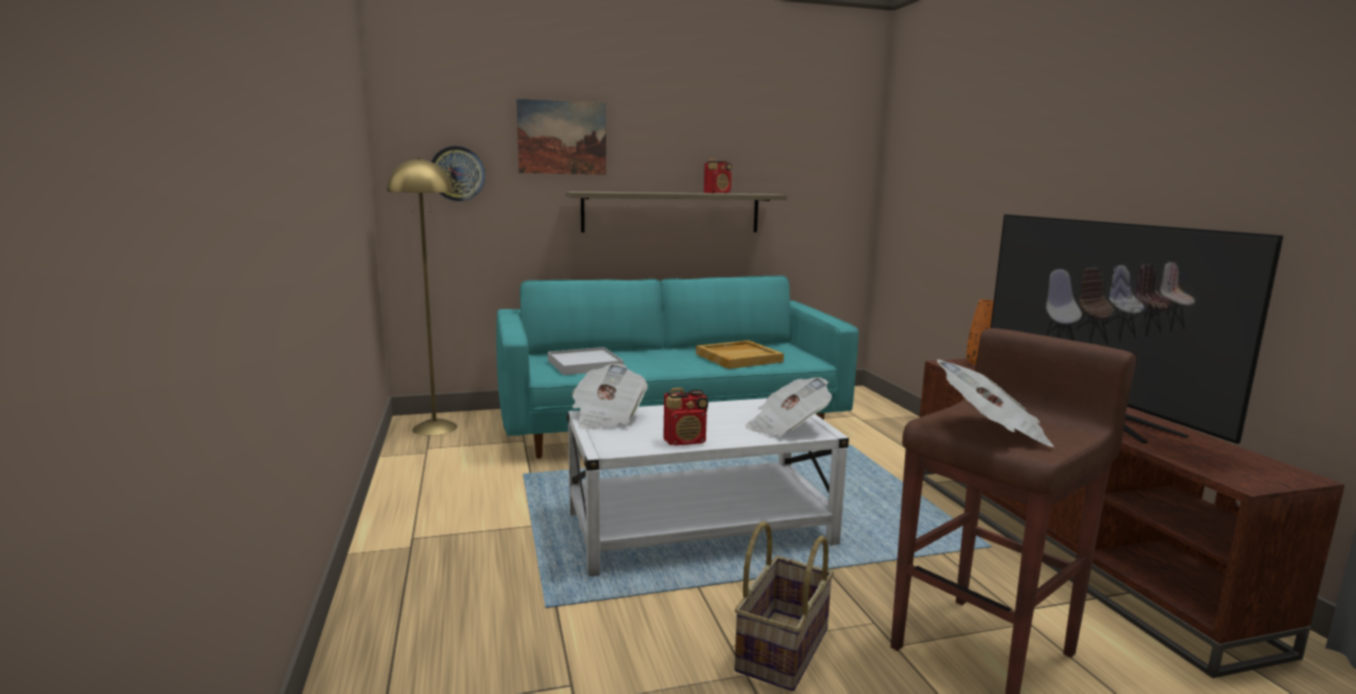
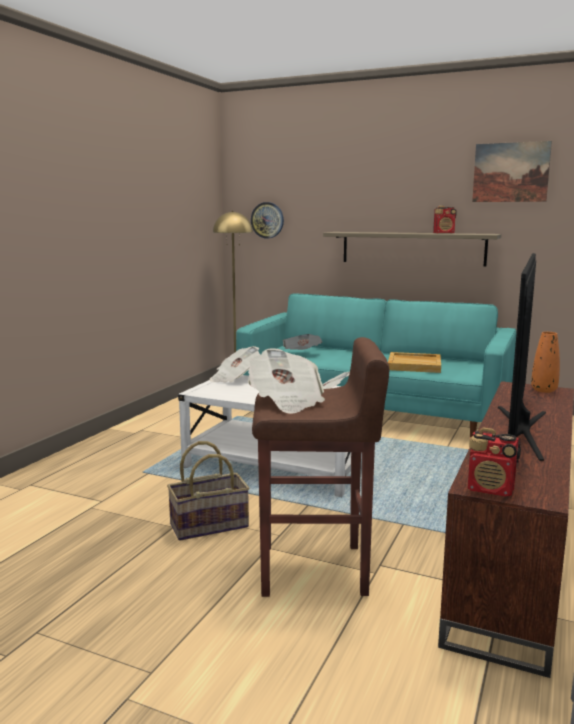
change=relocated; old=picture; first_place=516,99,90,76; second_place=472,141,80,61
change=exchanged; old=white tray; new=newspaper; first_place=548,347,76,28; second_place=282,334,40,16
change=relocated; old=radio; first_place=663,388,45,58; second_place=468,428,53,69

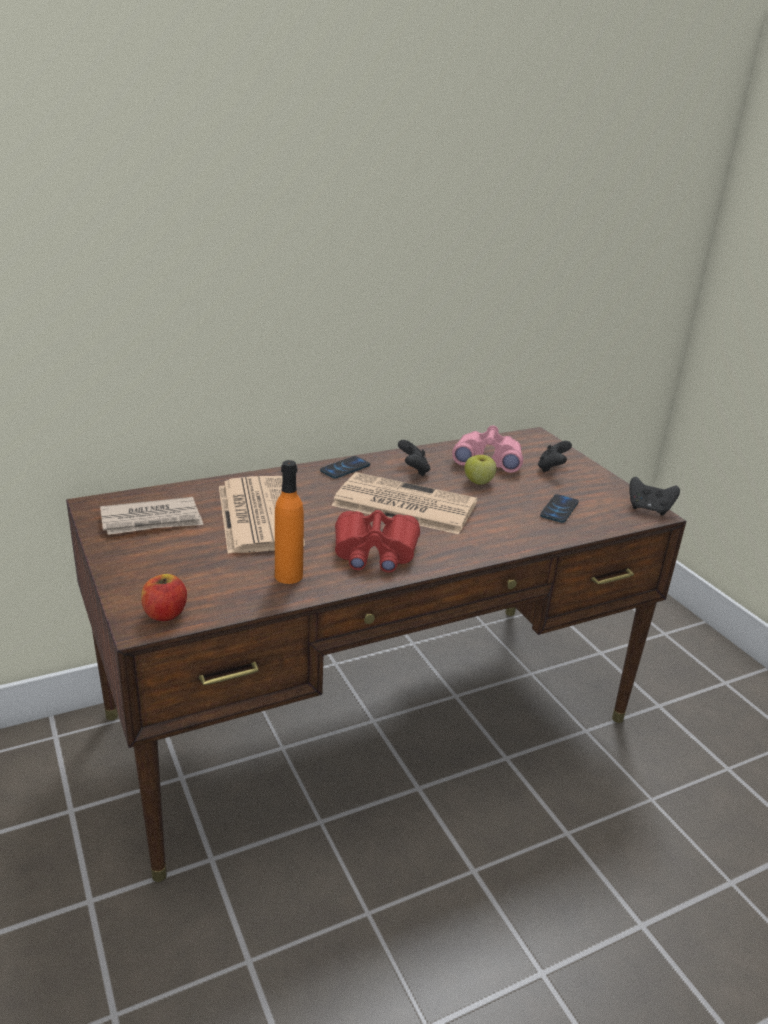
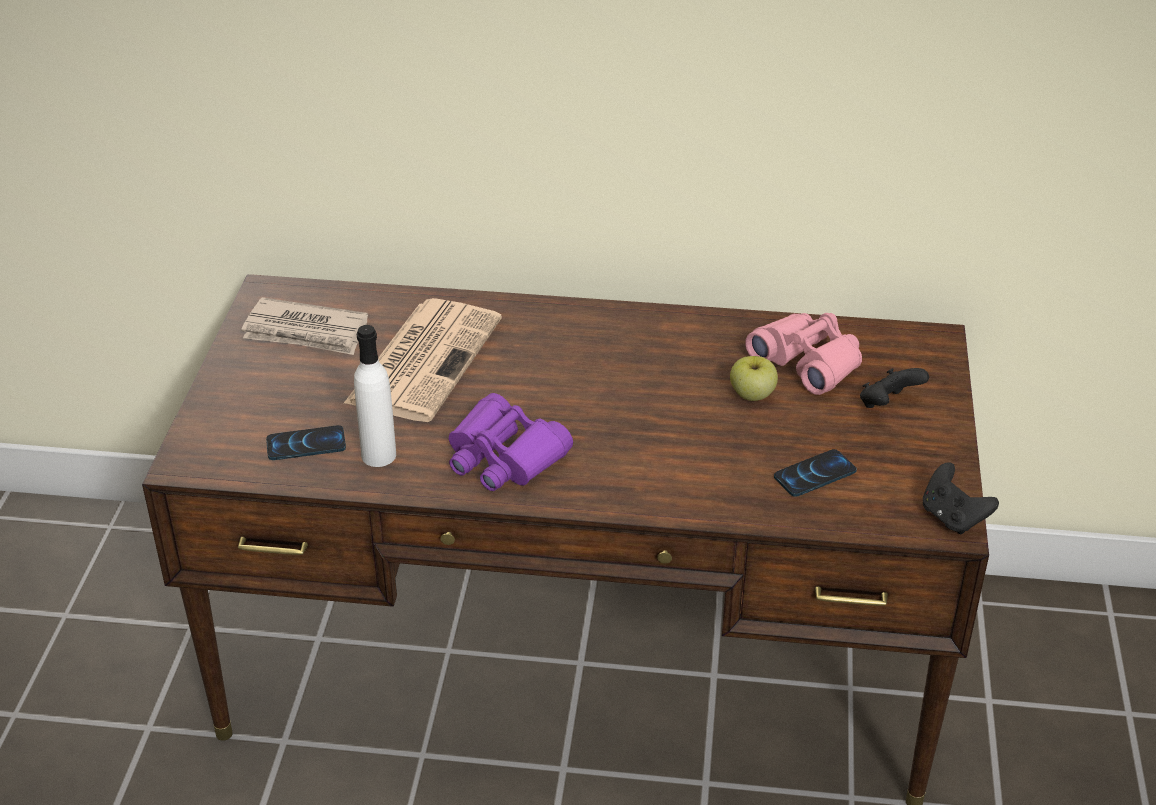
change=missing; old=apple; first_place=141,574,46,47
change=colour; old=orange bottle; new=white bottle; first_place=275,460,29,124; second_place=354,325,42,142
change=relocated; old=phone; first_place=320,456,50,23; second_place=266,425,80,35
change=missing; old=newspaper; first_place=331,472,146,62
change=colour; old=red binoculars; new=purple binoculars; first_place=335,510,85,63; second_place=449,393,124,98
change=missing; old=black game controller; first_place=398,440,32,36

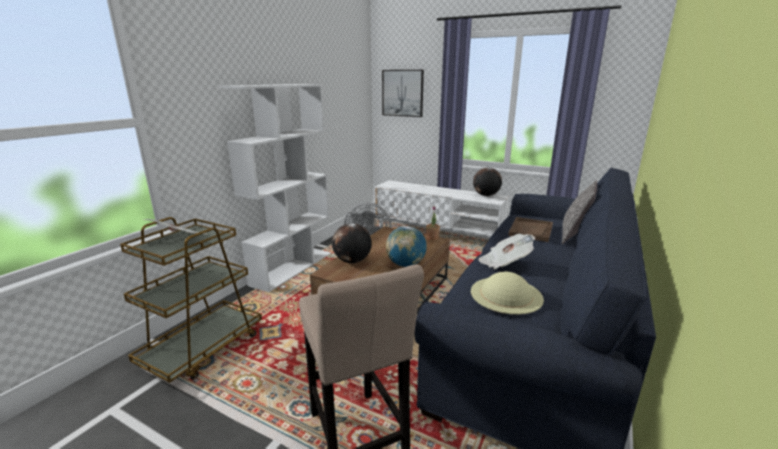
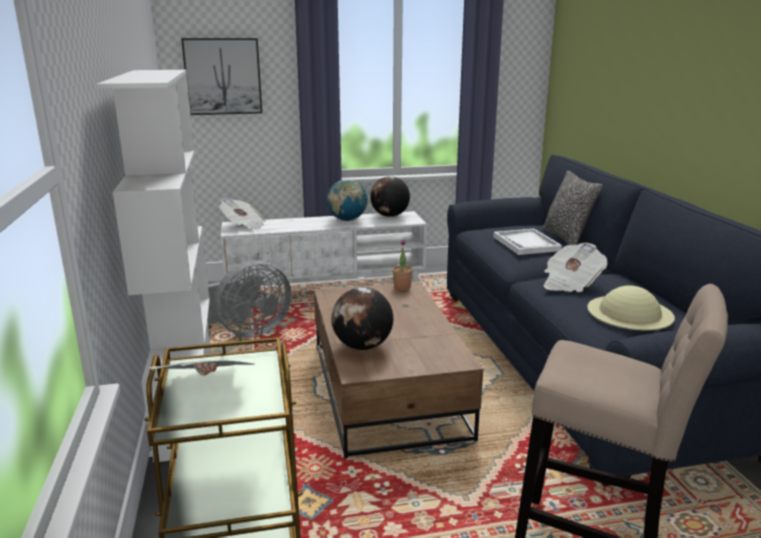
change=relocated; old=globe; first_place=386,226,41,41; second_place=327,179,41,42
change=colour; old=brown tray; new=white tray; first_place=508,217,45,25; second_place=493,229,69,26
change=appeared; new=newspaper; second_place=219,198,47,32

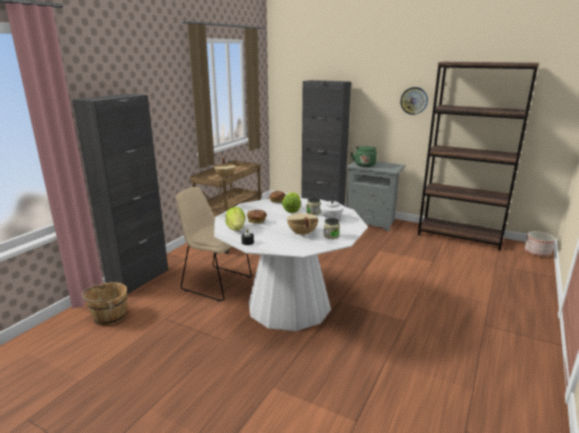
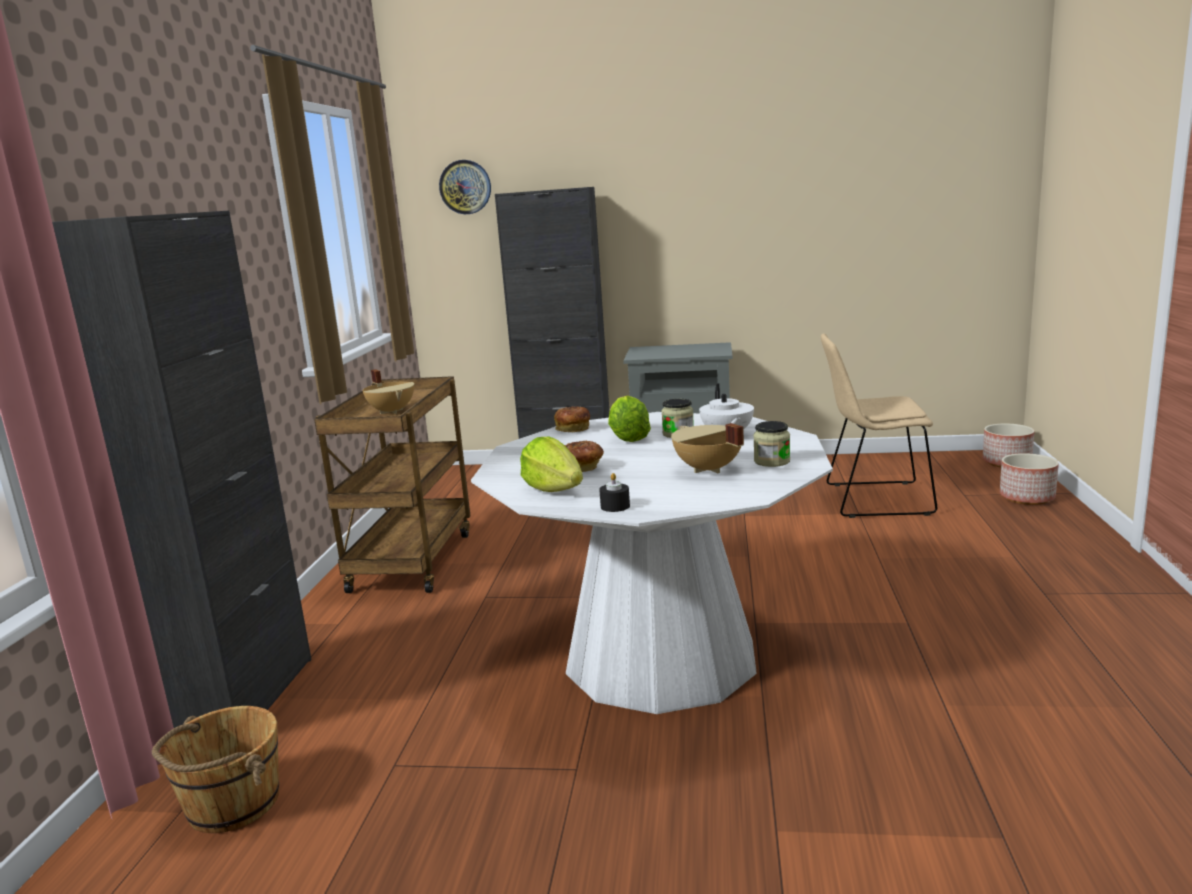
change=relocated; old=beige chair; first_place=175,187,77,115; second_place=821,333,117,185
change=missing; old=green kettle; first_place=351,145,26,22
change=relocated; old=wall clock; first_place=400,87,28,28; second_place=439,160,52,54
change=missing; old=brown bookcase; first_place=418,62,121,189
change=appeared; new=planter; second_place=1000,453,59,52

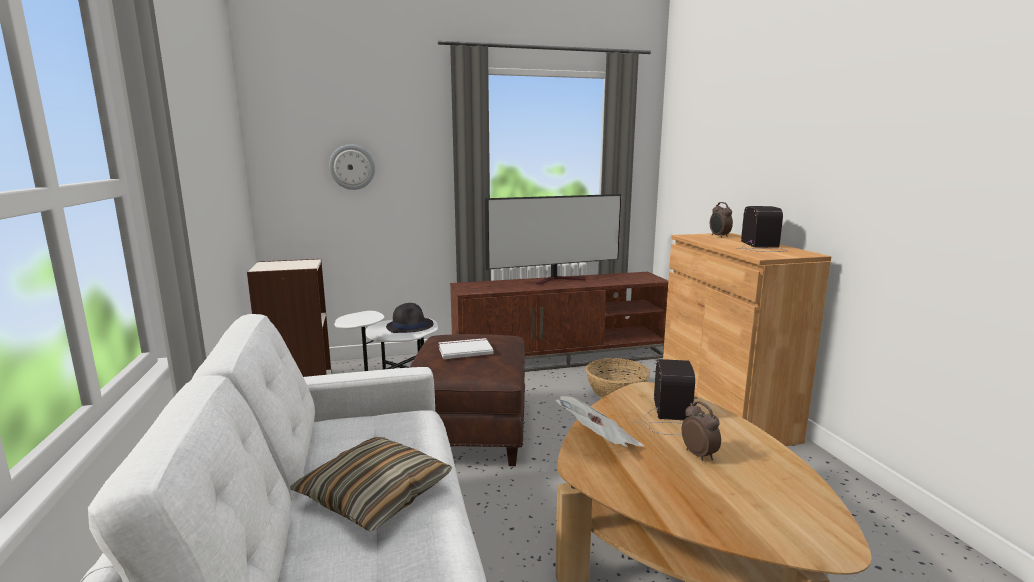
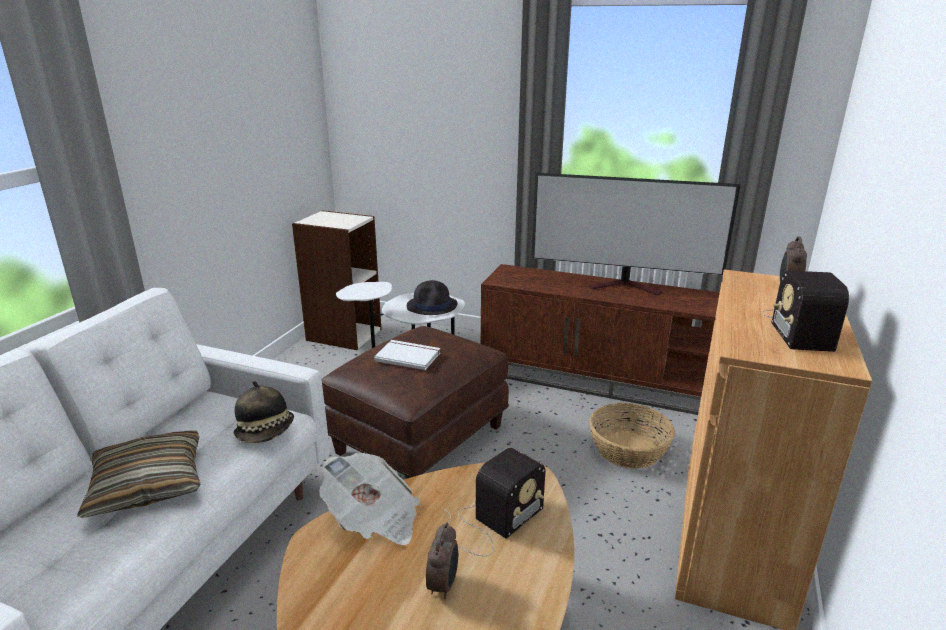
change=missing; old=wall clock; first_place=329,144,46,46
change=spun; old=radio; first_place=736,206,52,46; second_place=762,271,87,81; degrees=150
change=appeared; new=hat; second_place=233,381,61,62

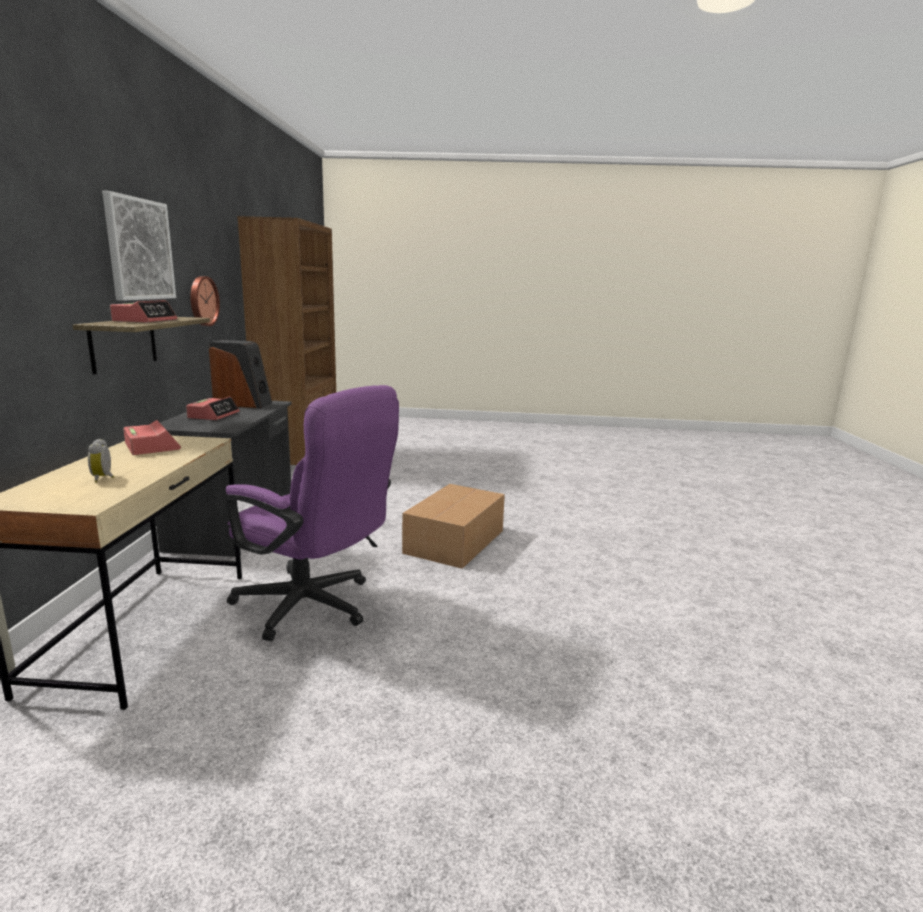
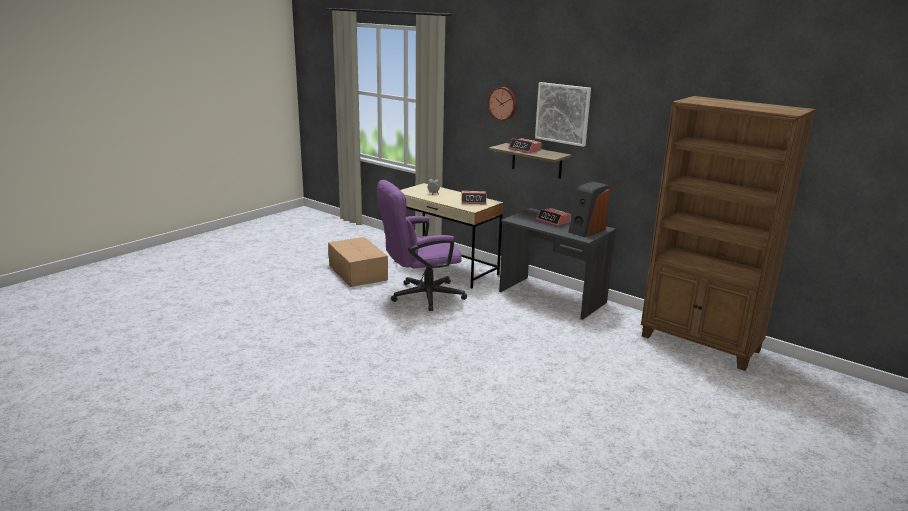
change=relocated; old=wall clock; first_place=190,276,30,50; second_place=488,87,29,34
change=relocated; old=cardboard box; first_place=402,484,103,85; second_place=328,237,60,50

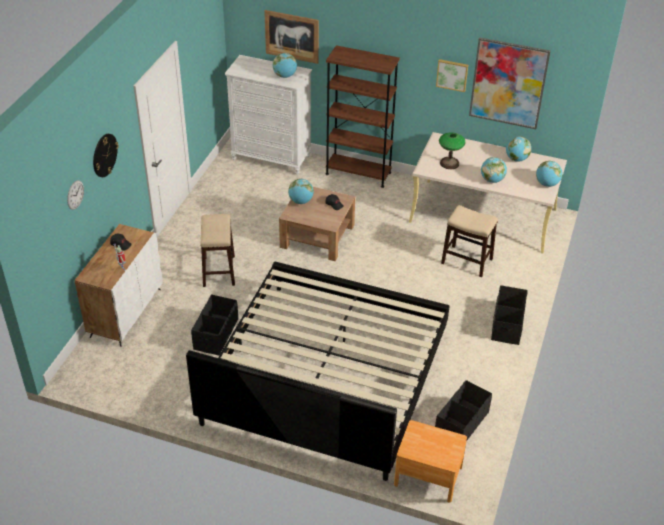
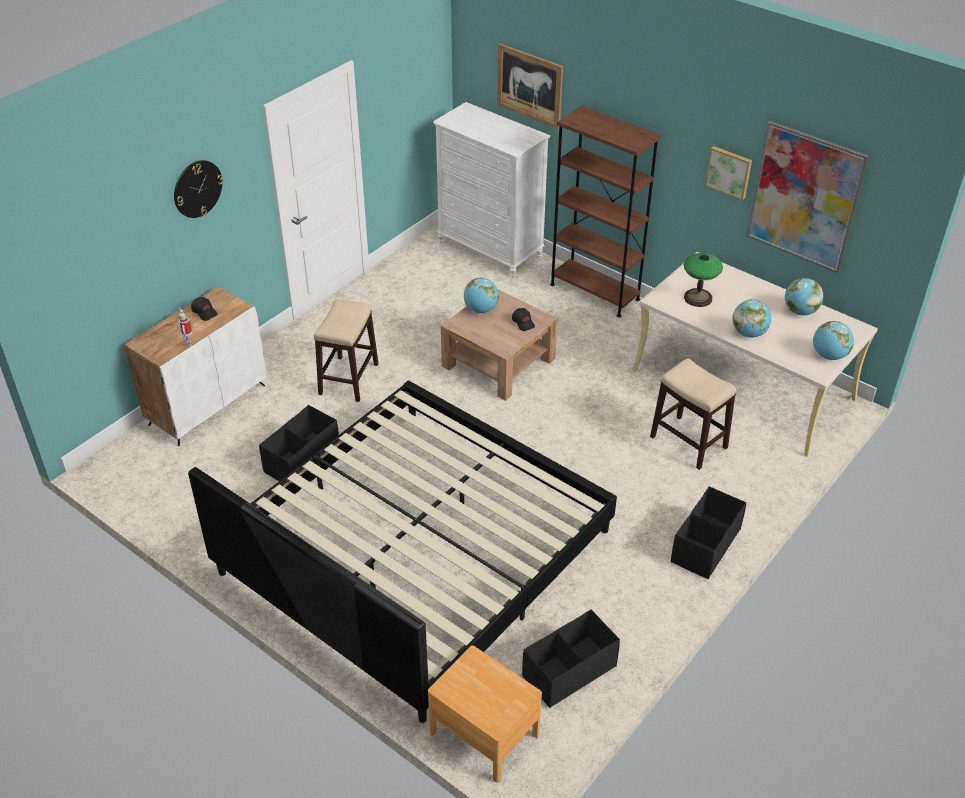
change=missing; old=wall clock; first_place=67,180,17,30
change=missing; old=globe; first_place=273,53,24,25

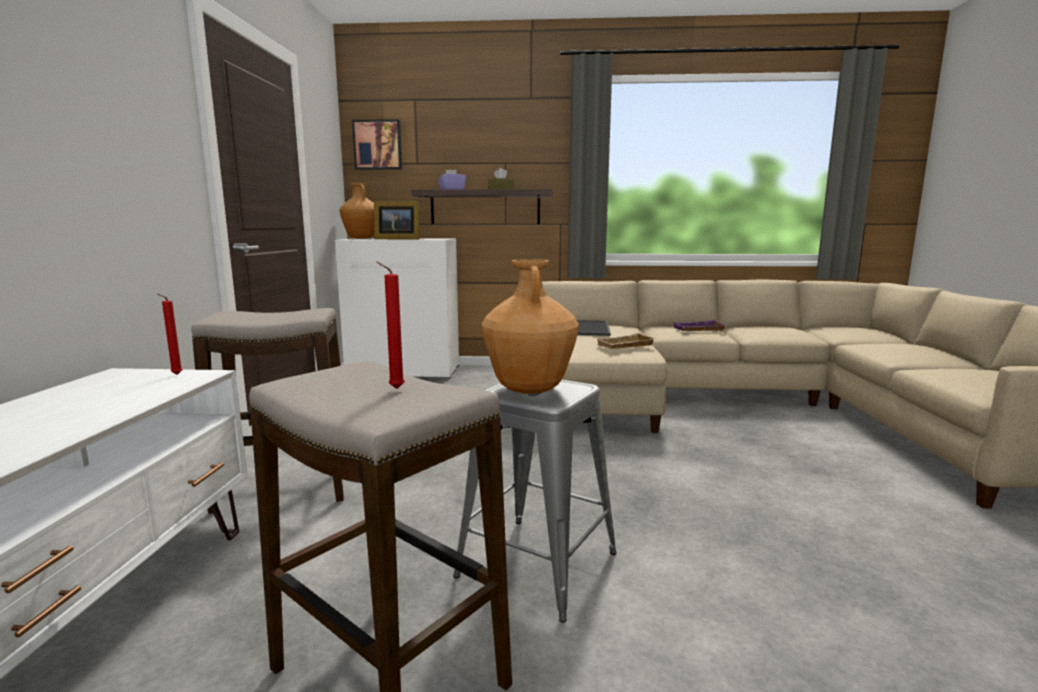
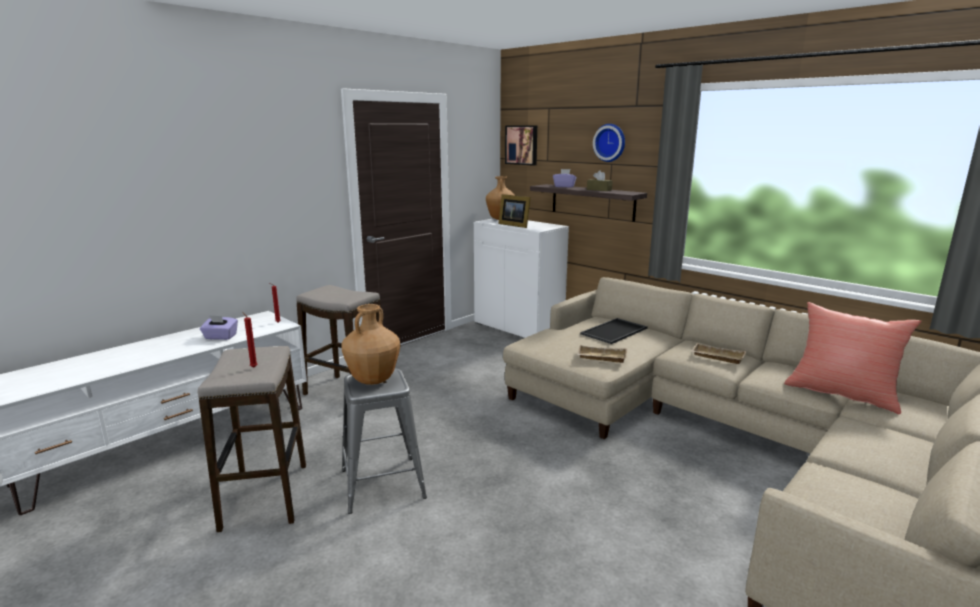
change=colour; old=purple tray; new=beige tray; first_place=673,320,54,11; second_place=692,343,54,21
change=appeared; new=purple tissue box; second_place=200,315,38,25
change=appeared; new=wall clock; second_place=593,124,32,38
change=appeared; new=red pillow; second_place=784,302,138,112

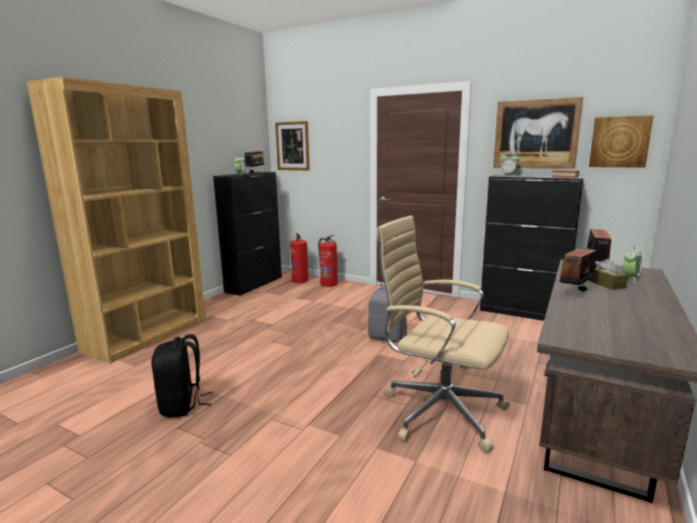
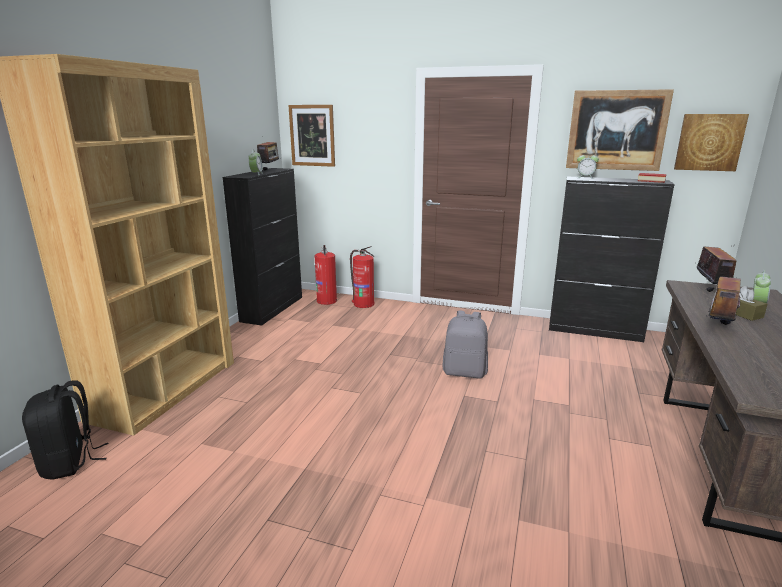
change=relocated; old=black backpack; first_place=151,334,62,83; second_place=22,380,87,99
change=missing; old=beige office chair; first_place=375,215,135,238

